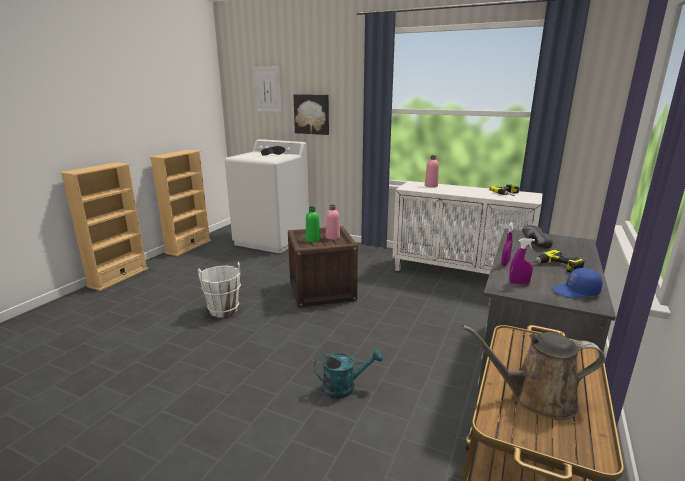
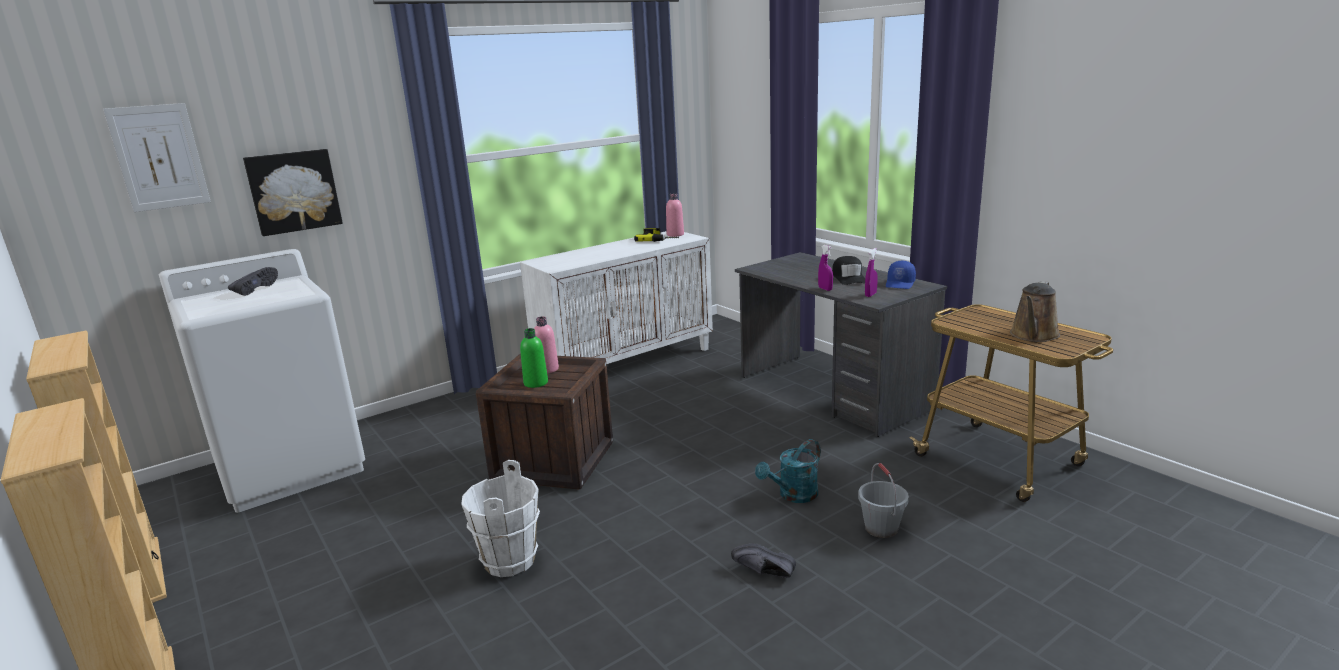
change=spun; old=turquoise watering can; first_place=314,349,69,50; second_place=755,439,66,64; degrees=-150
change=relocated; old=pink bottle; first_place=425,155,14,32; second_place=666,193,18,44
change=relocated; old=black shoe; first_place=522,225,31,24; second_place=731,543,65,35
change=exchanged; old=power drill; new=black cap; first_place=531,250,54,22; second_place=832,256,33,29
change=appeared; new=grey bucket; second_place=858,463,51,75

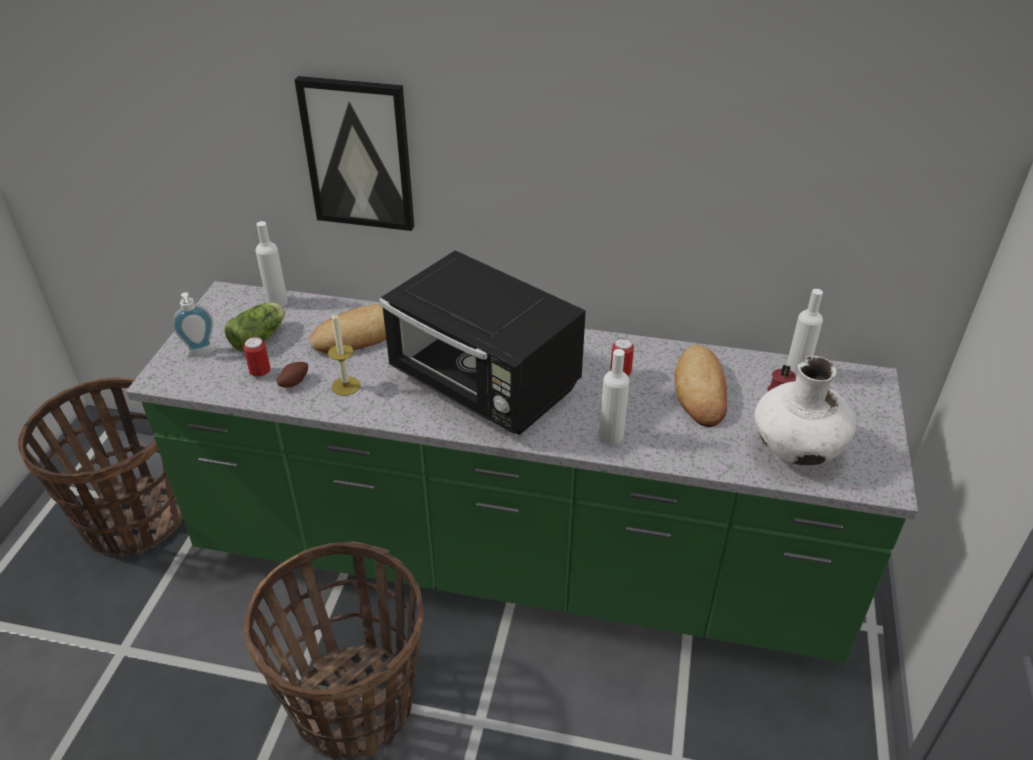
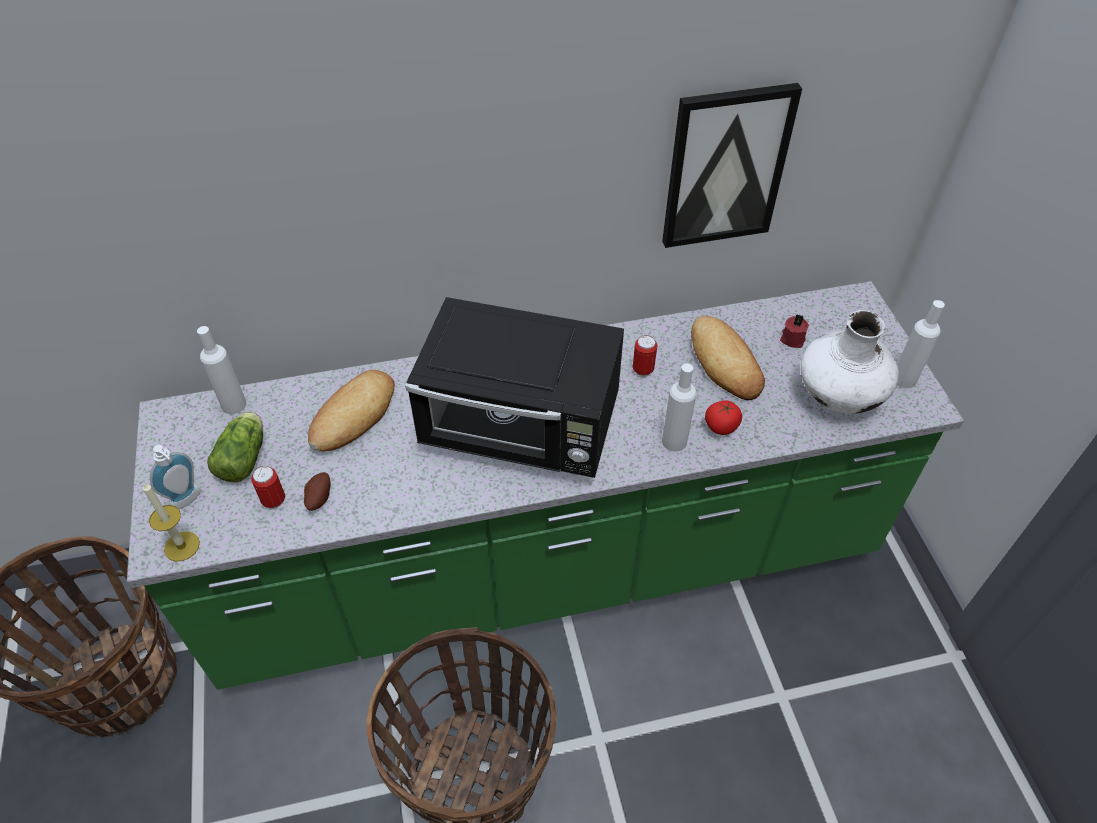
change=relocated; old=picture; first_place=295,76,119,155; second_place=662,83,140,165
change=relocated; old=candle; first_place=328,311,33,85; second_place=143,483,57,79
change=relocated; old=white bottle; first_place=786,289,37,88; second_place=897,300,48,88
change=appeared; new=tomato; second_place=705,400,37,35

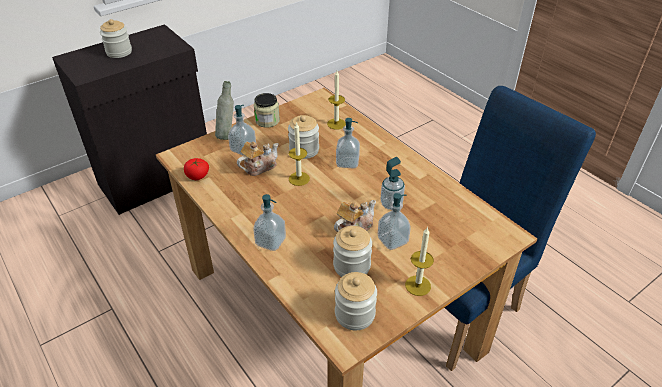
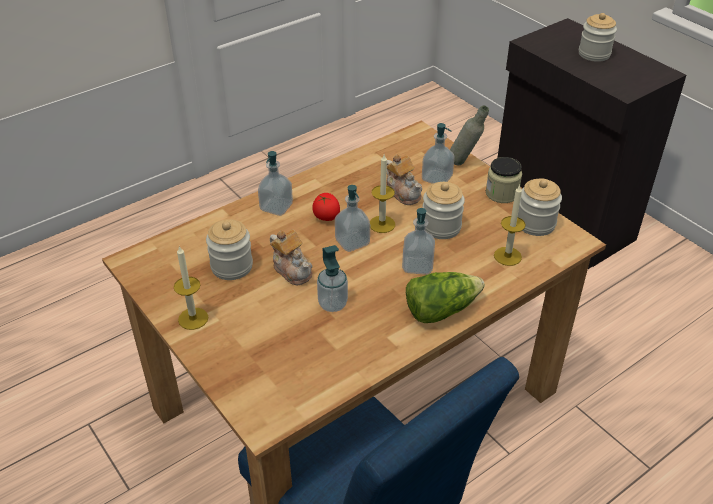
change=relocated; old=tomato; first_place=184,158,25,22; second_place=312,193,28,28
change=relocated; old=jar; first_place=335,272,42,58; second_place=518,178,44,58
change=relocated; old=soap dispenser; first_place=378,193,33,57; second_place=335,185,35,67
change=appeared; new=lettuce; second_place=406,272,79,51

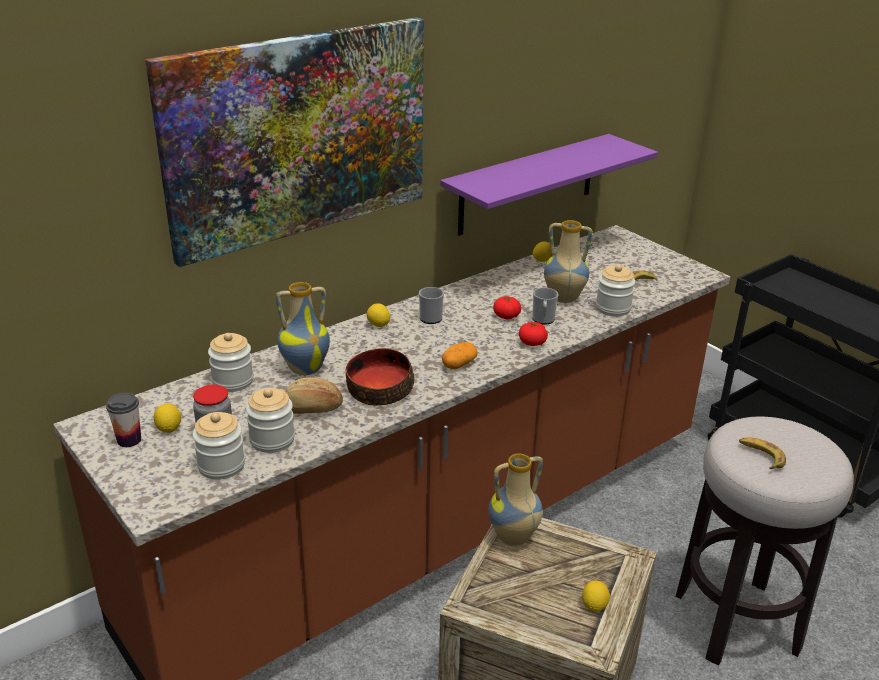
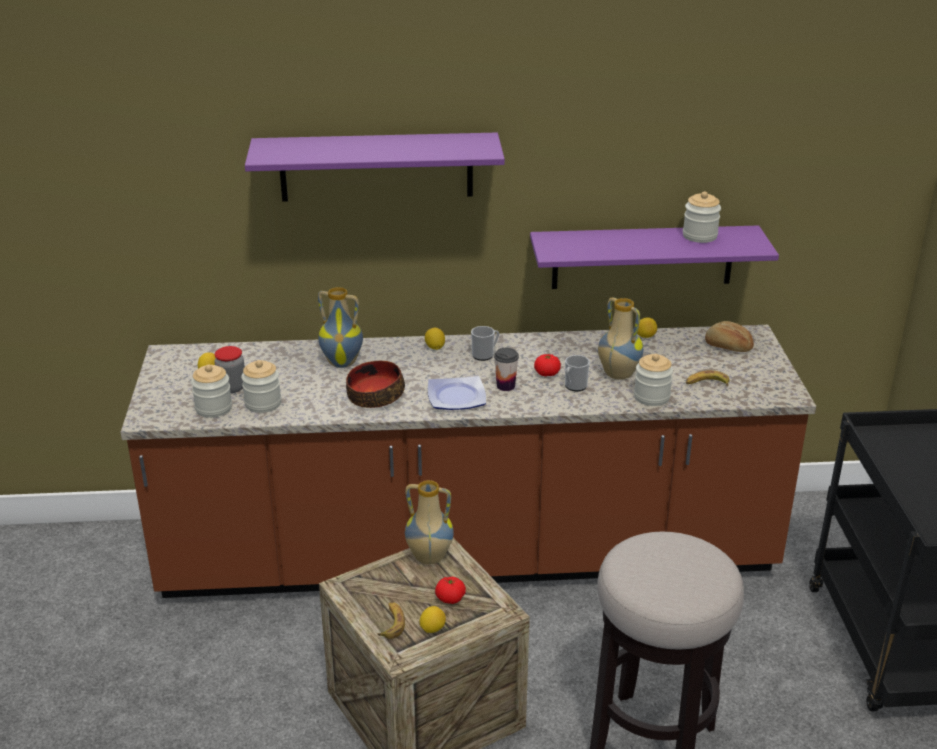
change=relocated; old=cup; first_place=106,393,35,54; second_place=494,348,25,43
change=exchanged; old=picture; new=purple shelf; first_place=145,18,279,249; second_place=245,133,260,69
change=relocated; old=jar; first_place=208,333,46,59; second_place=683,191,38,52
change=relocated; old=bread; first_place=285,377,58,37; second_place=705,321,49,31
change=exchanged; old=potato; new=plate; first_place=442,342,35,27; second_place=428,376,58,34
change=relocated; old=tomato; first_place=519,322,29,24; second_place=435,577,31,27
change=relocated; old=banana; first_place=739,437,47,32; second_place=377,602,28,37

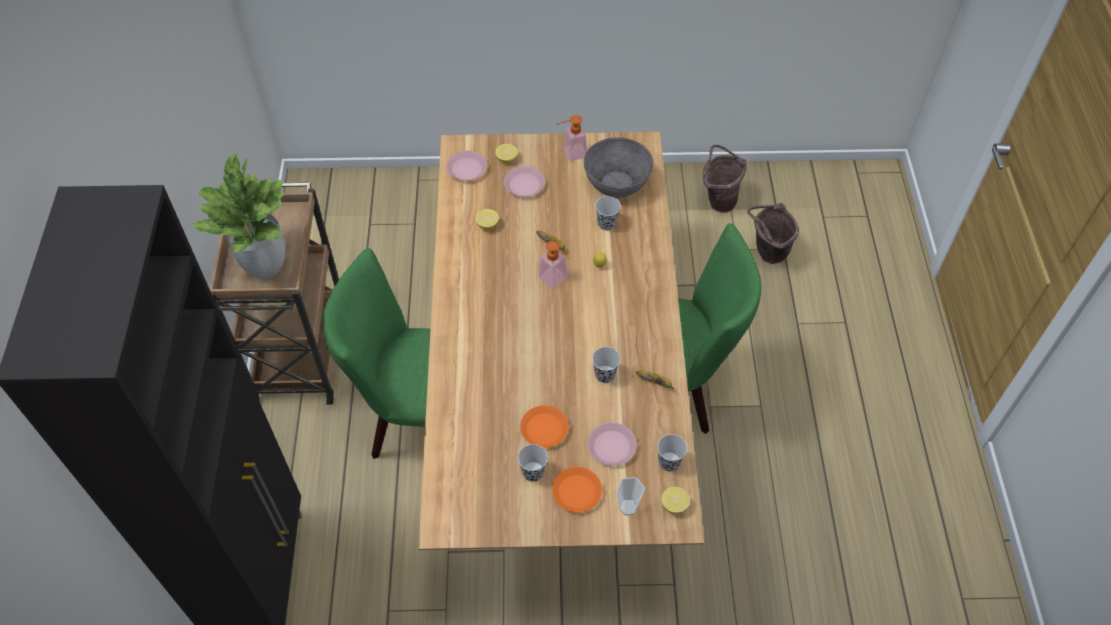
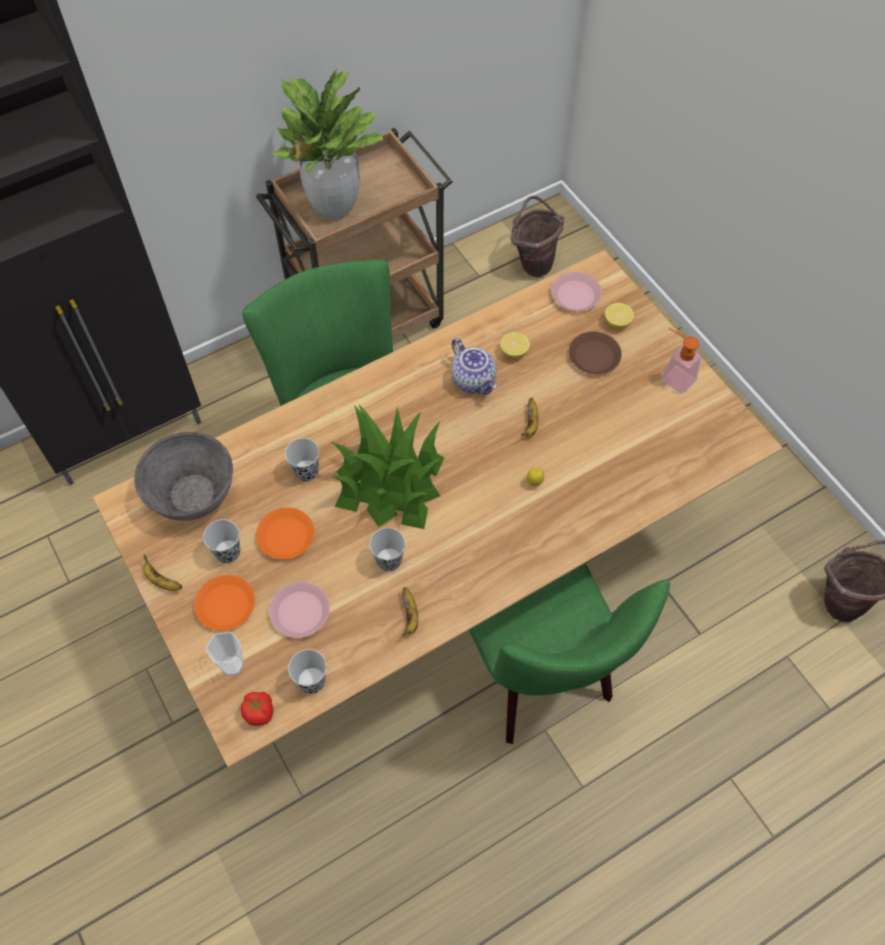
change=colour; old=pink plate; new=brown plate; first_place=504,166,41,31; second_place=569,332,53,42
change=missing; old=soap dispenser; first_place=538,241,31,47
change=relocated; old=grey bowl; first_place=584,137,69,61; second_place=134,432,99,89
change=relocated; old=black cup; first_place=595,196,26,35; second_place=285,438,34,43
change=exchanged; old=lemon; new=tomato; first_place=662,487,28,27; second_place=241,692,32,34
change=relocated; old=brown bucket; first_place=747,203,52,61; second_place=511,196,54,81
change=appeared; new=banana; second_place=143,554,39,37
change=appeared; new=potted plant; second_place=330,405,114,124
change=appeared; new=teapot; second_place=451,338,46,57

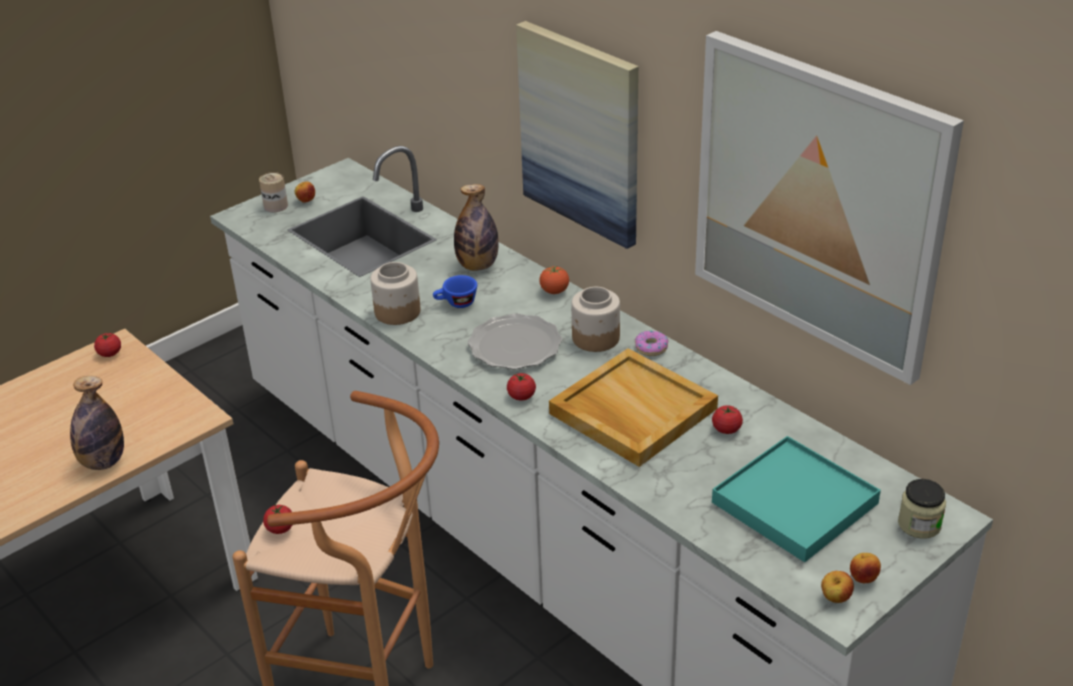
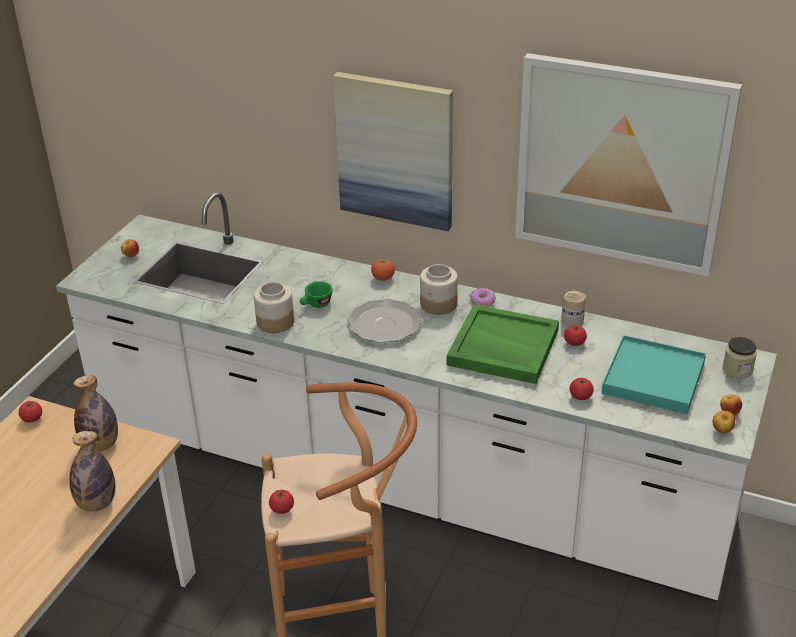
change=relocated; old=can; first_place=259,172,29,40; second_place=561,290,25,37
change=colour; old=blue cup; new=green cup; first_place=433,275,44,33; second_place=300,281,33,27
change=relocated; old=bottle; first_place=454,184,45,87; second_place=74,375,44,77
change=relocated; old=tomato; first_place=507,373,29,28; second_place=569,378,25,22
change=colour; old=beige tray; new=green tray; first_place=549,348,169,119; second_place=447,305,112,79

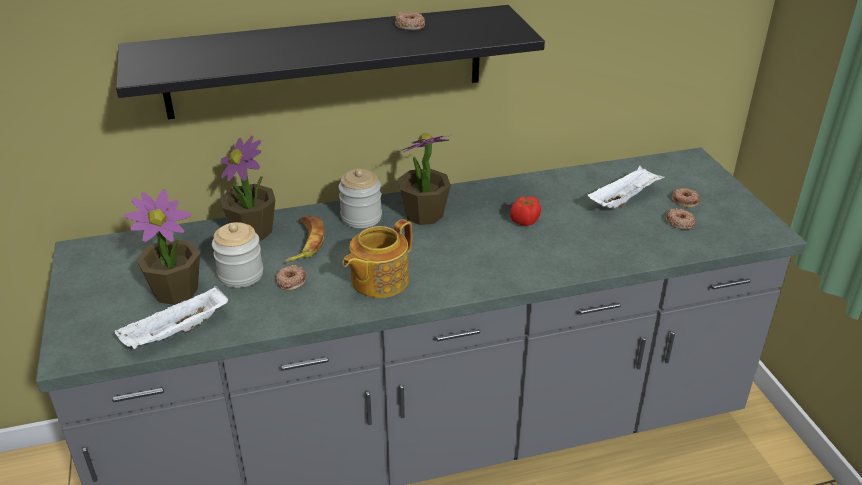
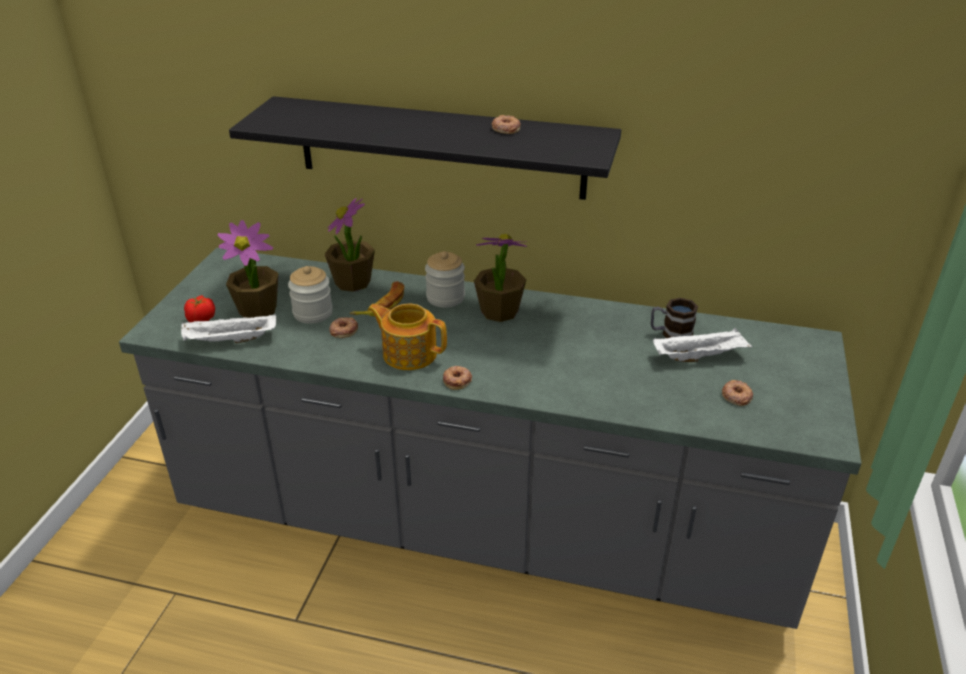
change=spun; old=teapot; first_place=342,219,70,79; second_place=368,303,79,67; degrees=45
change=relocated; old=tomato; first_place=510,196,31,30; second_place=184,295,31,27
change=relocated; old=donut; first_place=672,188,28,20; second_place=443,366,29,24
change=appeared; new=mug; second_place=651,298,47,40

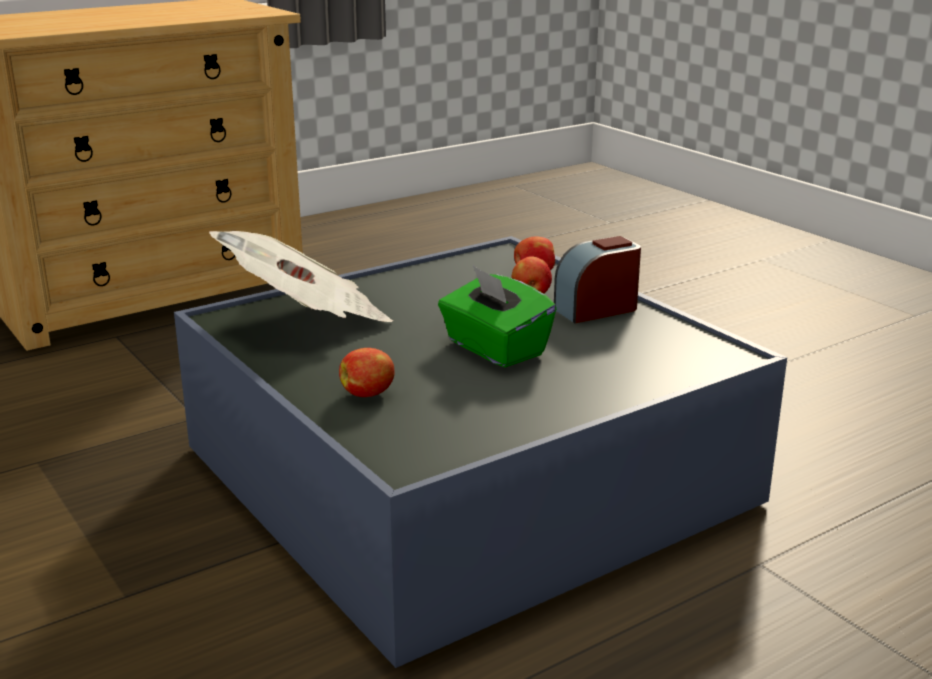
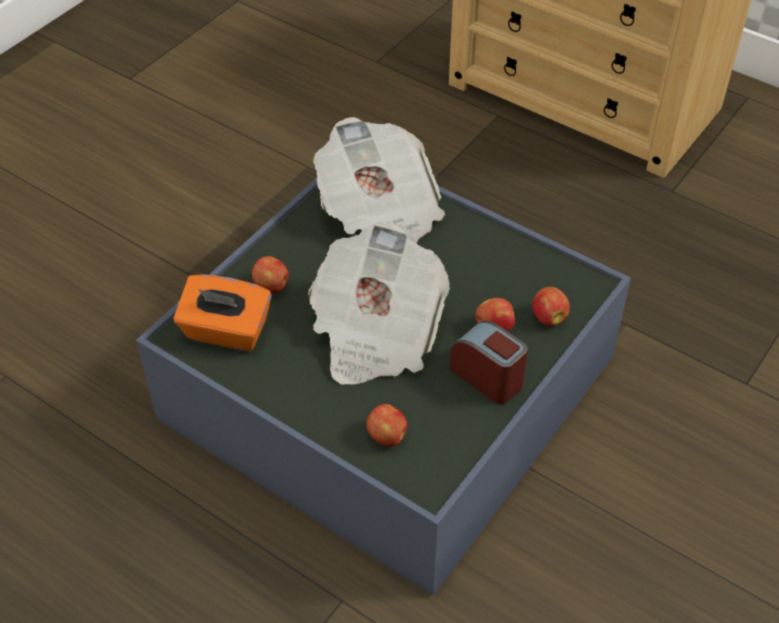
change=exchanged; old=green tissue box; new=newspaper; first_place=438,266,118,101; second_place=308,222,142,163
change=appeared; new=orange tissue box; second_place=173,274,99,77
change=appeared; new=apple; second_place=367,404,40,43

